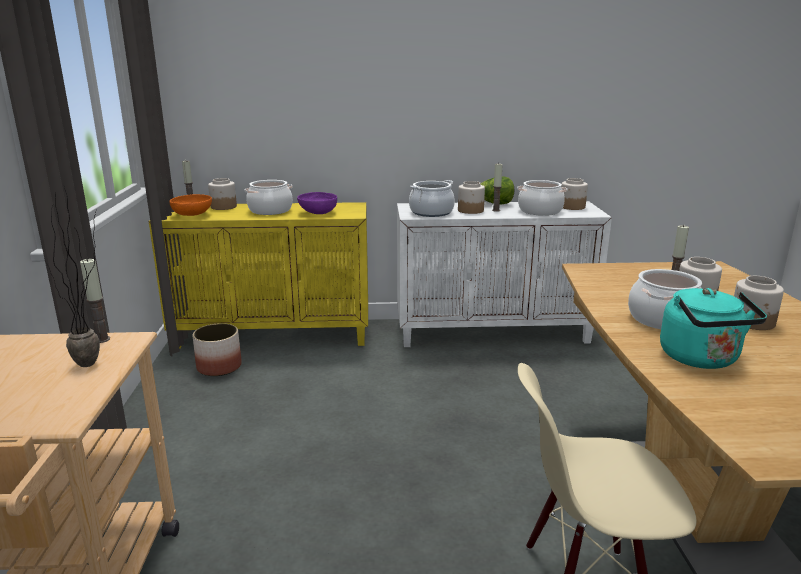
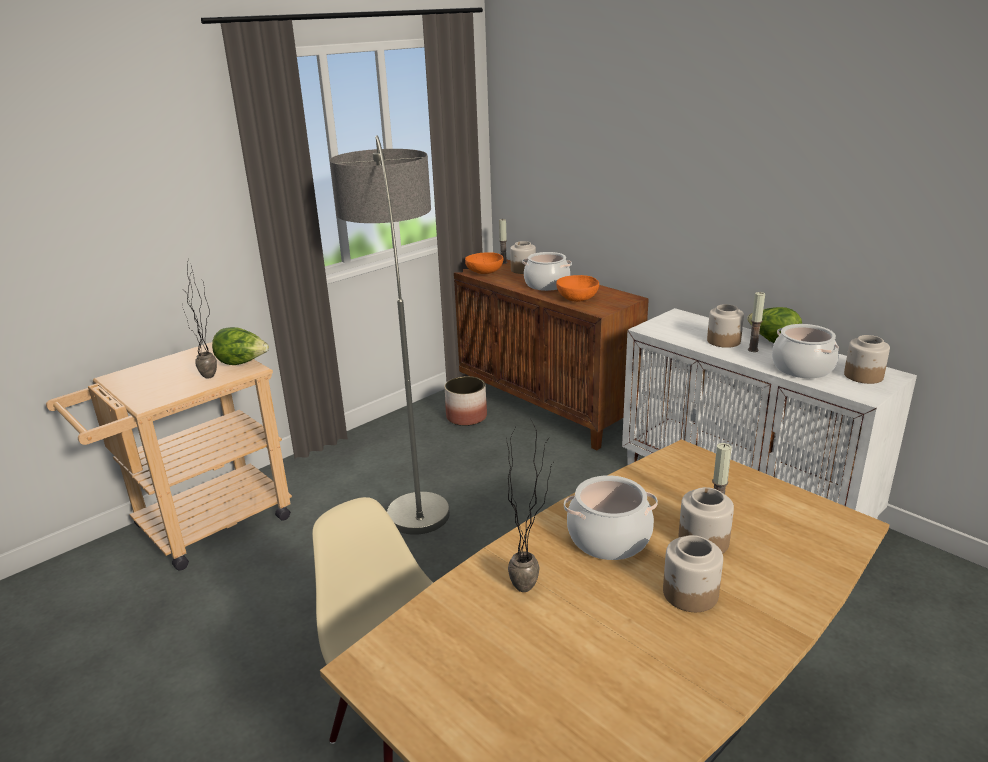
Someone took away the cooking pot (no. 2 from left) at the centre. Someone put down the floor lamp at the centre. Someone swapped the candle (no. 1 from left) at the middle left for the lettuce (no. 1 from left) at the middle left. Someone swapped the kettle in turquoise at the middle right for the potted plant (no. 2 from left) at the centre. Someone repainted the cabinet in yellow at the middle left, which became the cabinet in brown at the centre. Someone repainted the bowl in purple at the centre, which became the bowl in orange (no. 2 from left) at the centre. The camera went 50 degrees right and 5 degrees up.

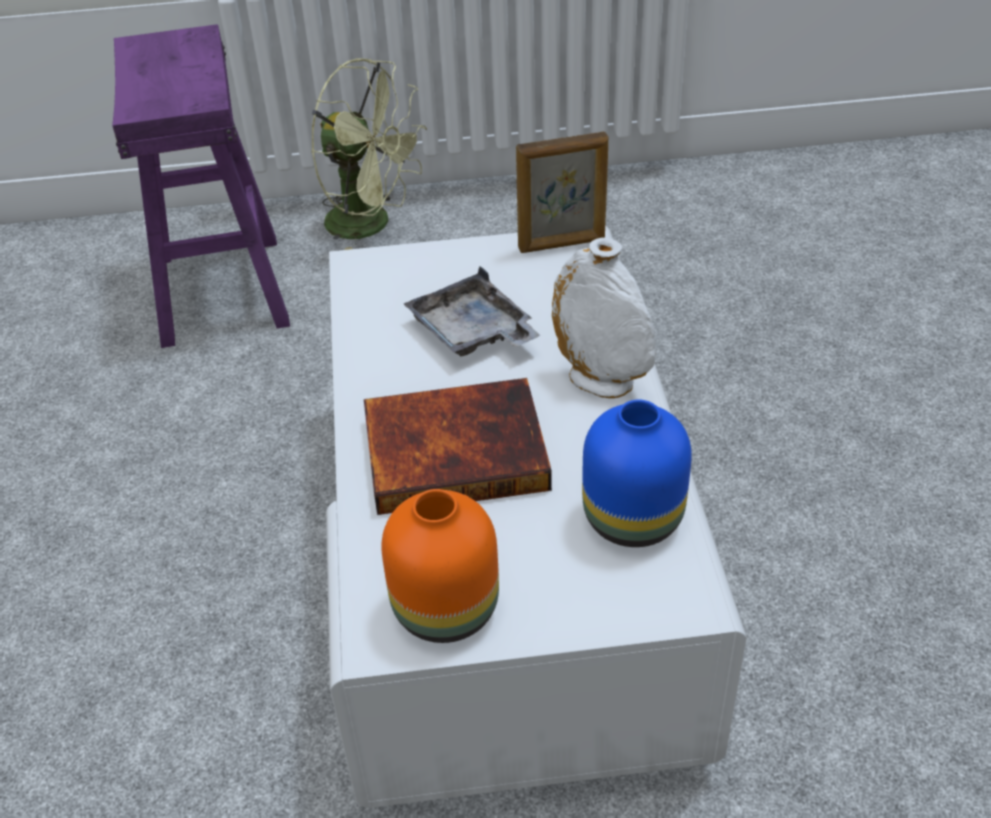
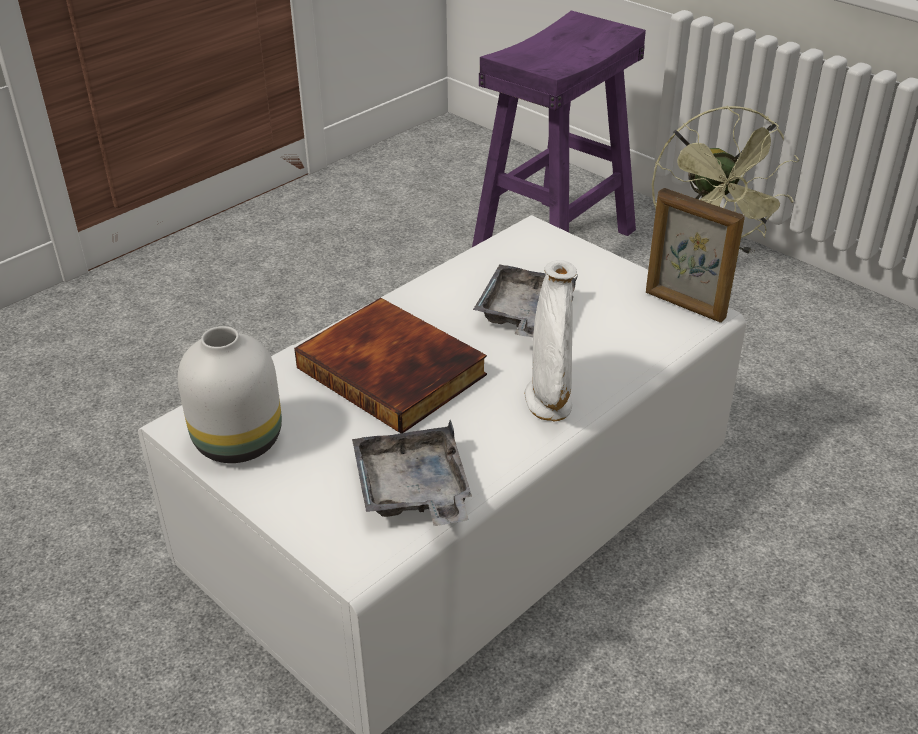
Someone swapped the vase in blue at the centre for the tray in grey (no. 1 from left) at the centre. Someone repainted the vase in orange at the bottom centre, which became the vase in white (no. 1 from left) at the middle left. The camera went 50 degrees right and 5 degrees down.

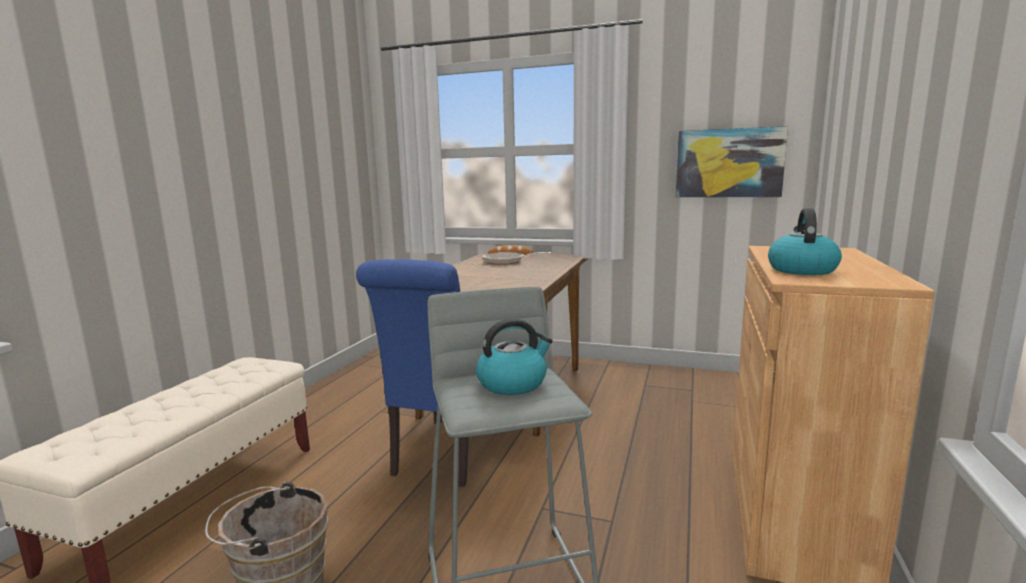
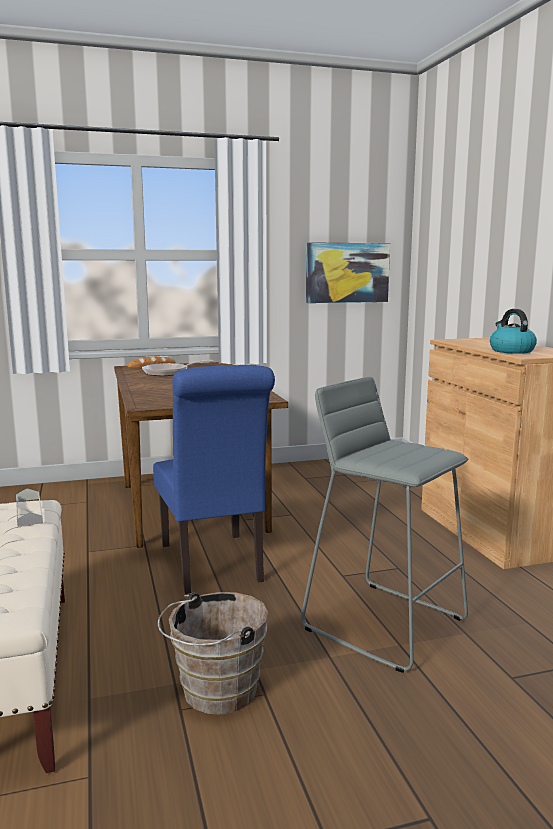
Someone took away the kettle (no. 1 from left) at the centre. Someone put down the tray in grey at the middle left. The camera went 35 degrees left and 0 degrees up.

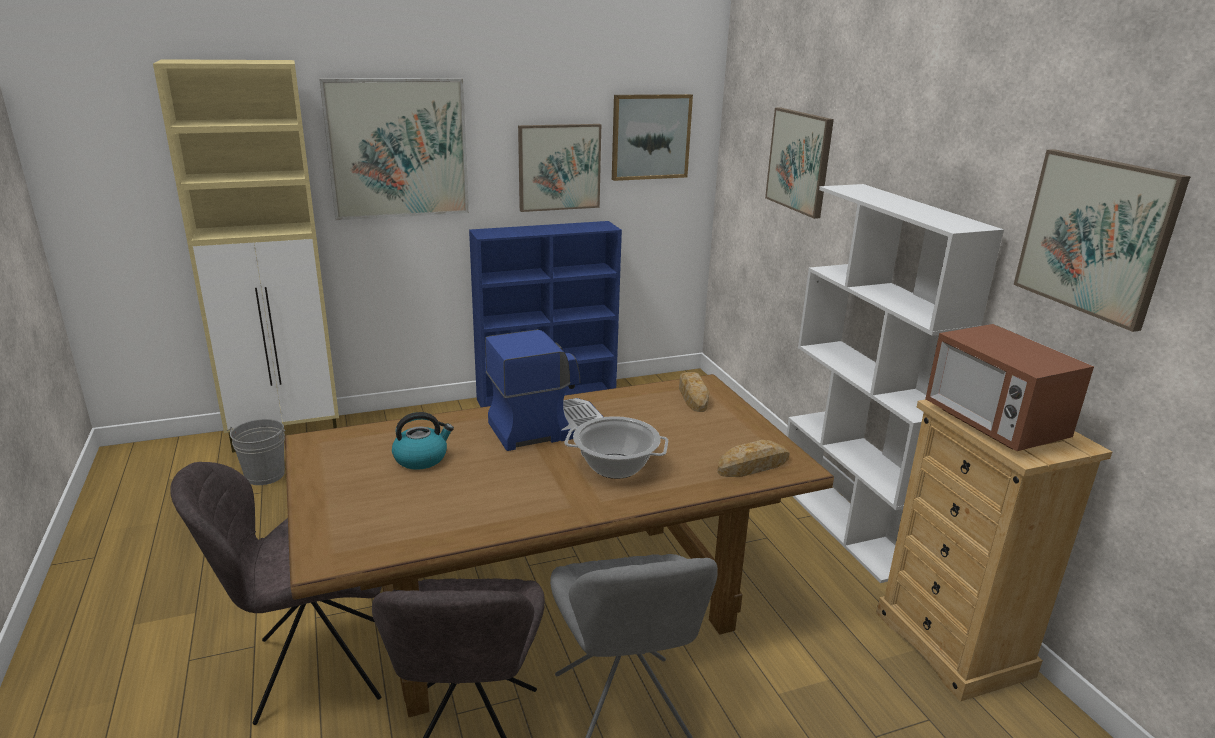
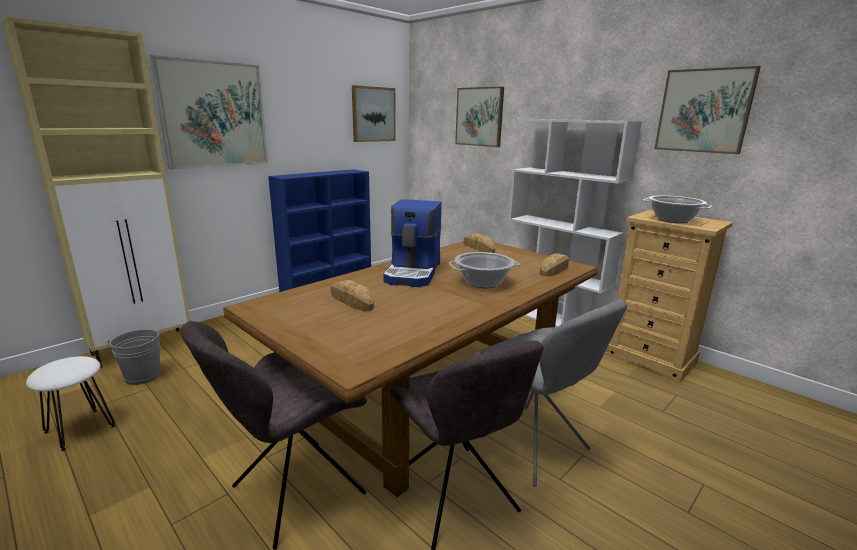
Someone took away the picture (no. 2 from left) at the top centre. Someone put down the stool in white at the bottom left. Someone swapped the kettle at the centre for the bread (no. 1 from left) at the centre. Someone swapped the microwave at the middle right for the cooking pot (no. 2 from left) at the middle right. Someone rotated the coffee machine at the centre by 150 degrees clockwise. The camera went 25 degrees left and 5 degrees down.

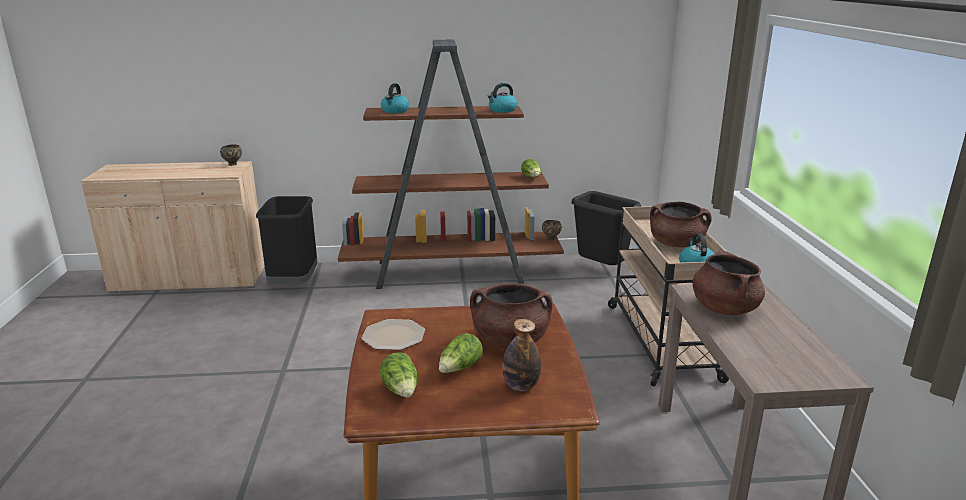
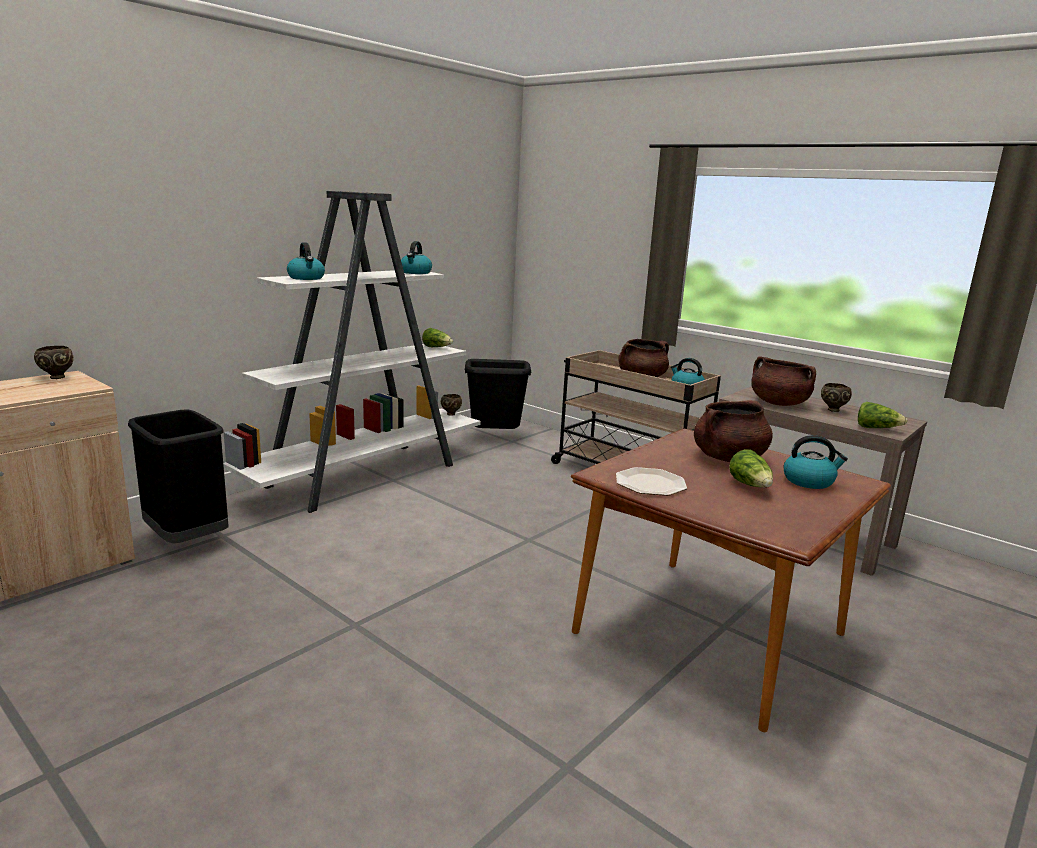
Someone put down the bowl in brown (no. 3 from left) at the middle right. Someone carried the lettuce (no. 1 from left in the first image) from the bottom centre to the middle right. Someone swapped the bottle at the bottom centre for the kettle (no. 4 from left) at the middle right. Someone repainted the bookcase in brown at the top centre, which became the bookcase in white at the centre. The camera went 45 degrees left and 5 degrees down.

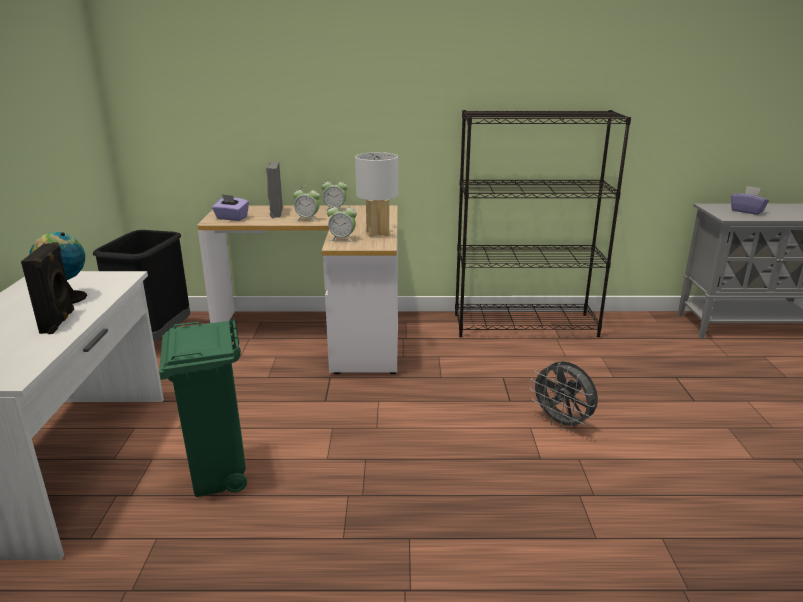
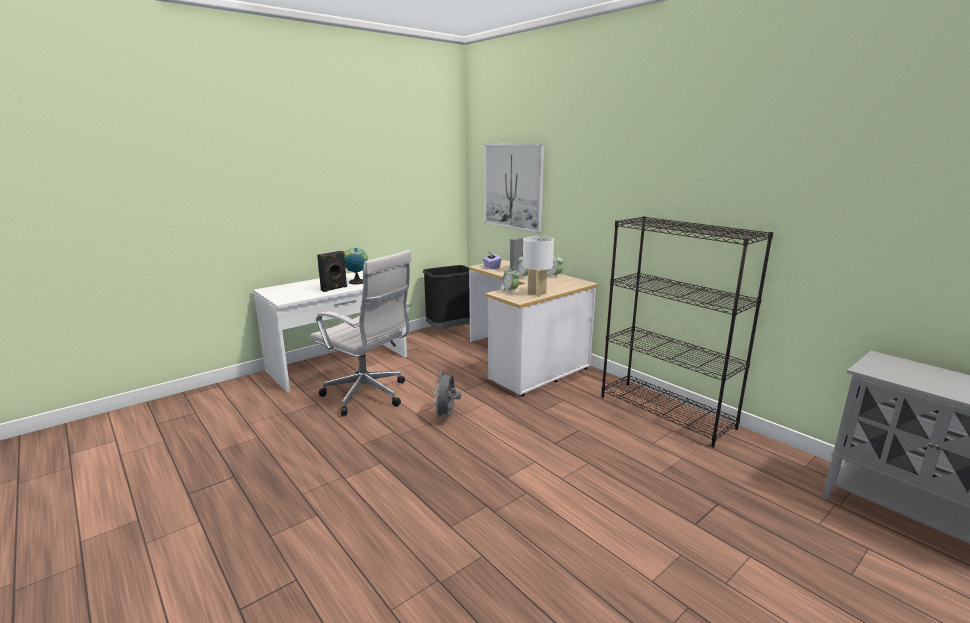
Someone took away the tissue box in purple (no. 2 from left) at the top right. Someone put up the picture at the top centre. Someone carried the fan in grey from the middle right to the centre. Someone swapped the trash can in green at the bottom left for the office chair in white at the centre. The camera went 50 degrees right and 5 degrees down.

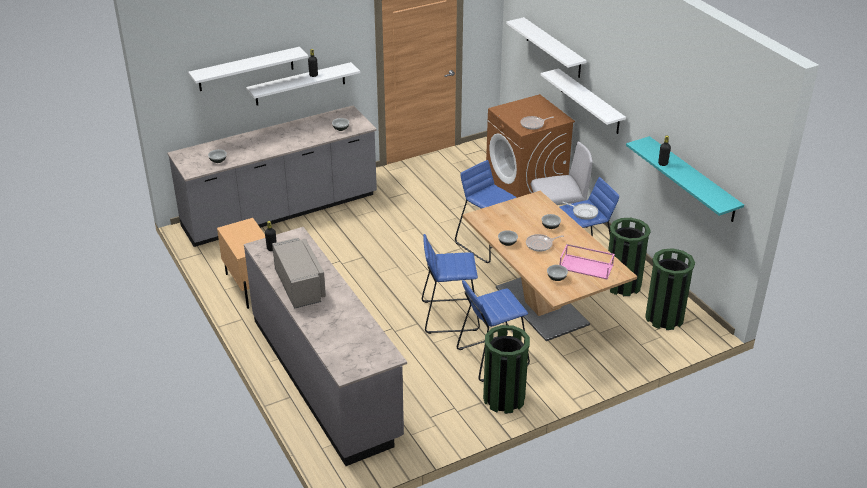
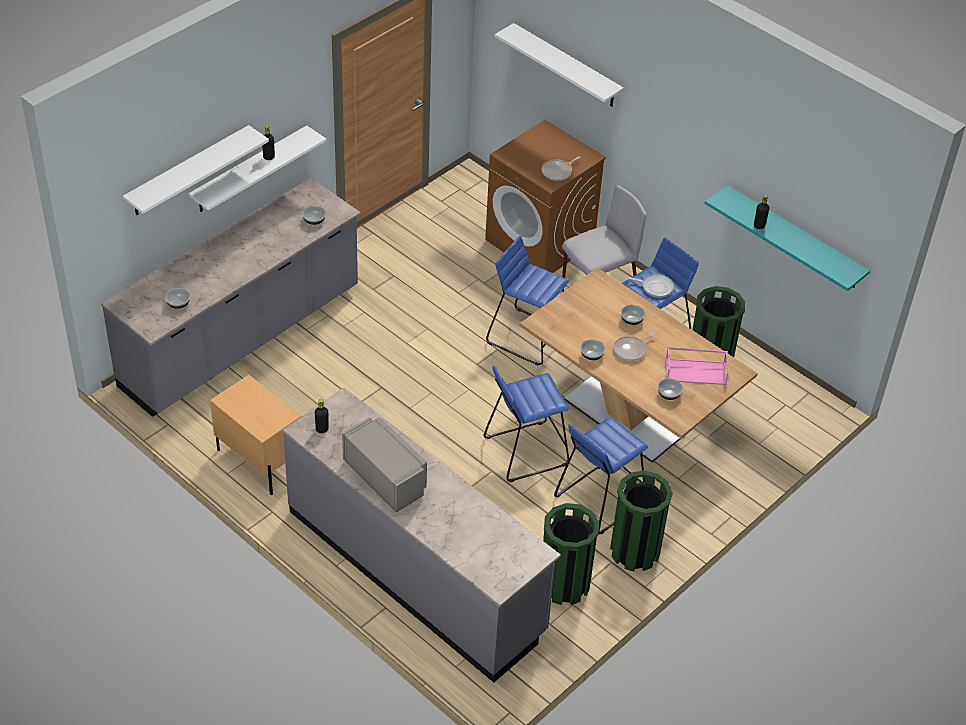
Someone took away the shelf in white (no. 4 from left) at the top right. Someone carried the trash can in green (no. 3 from left in the first image) from the middle right to the bottom centre. The camera went 20 degrees left and 10 degrees up.

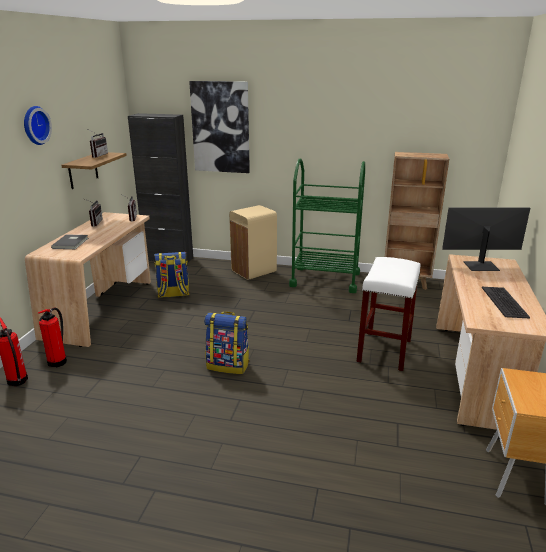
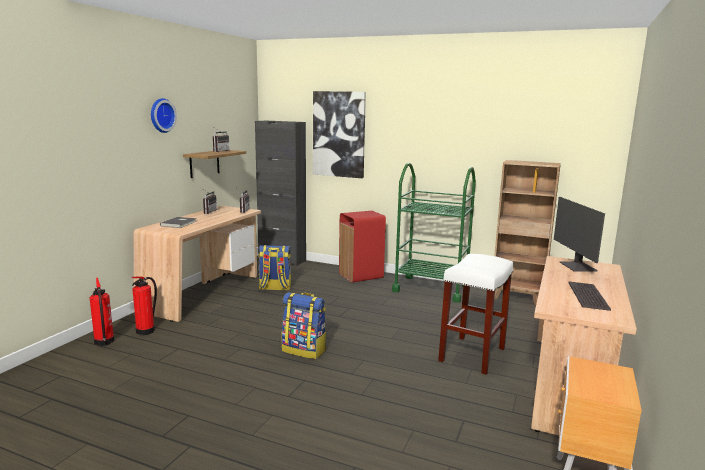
Someone repainted the trash can in beige at the centre, which became the trash can in red at the centre. Someone rotated the monitor at the middle right by 105 degrees counterclockwise. The camera went 10 degrees right and 10 degrees down.

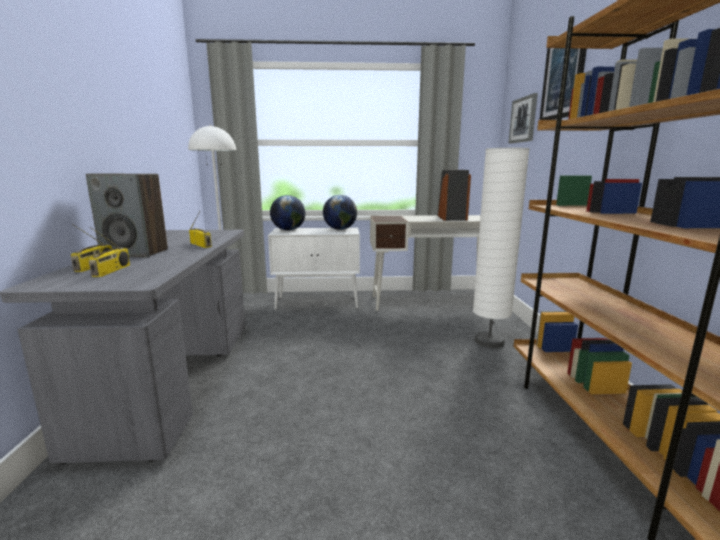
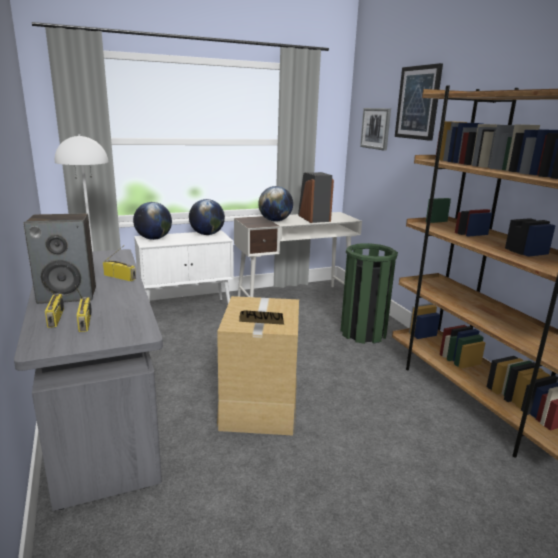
Someone put down the cardboard box at the centre. Someone put down the globe (no. 3 from left) at the centre. Someone swapped the floor lamp in white (no. 2 from left) at the middle right for the trash can in green at the centre. The camera went 20 degrees left and 5 degrees up.

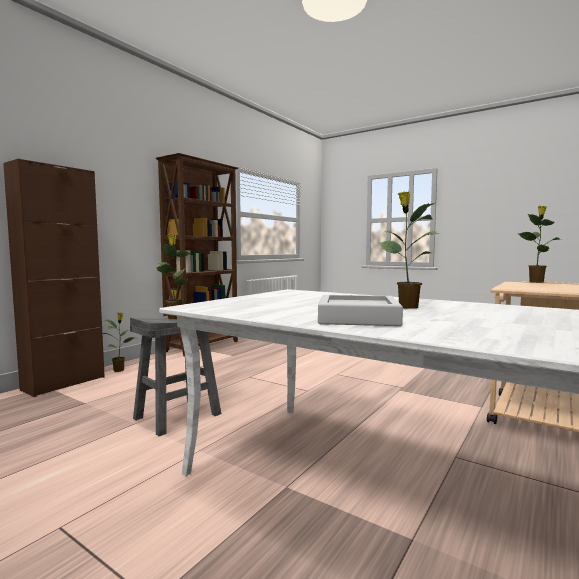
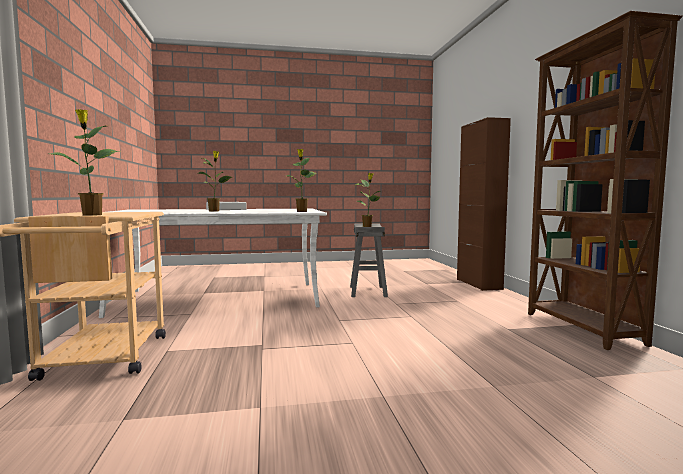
Someone carried the potted plant (no. 1 from left in the first image) from the middle left to the centre. The camera went 135 degrees right and 0 degrees up.

